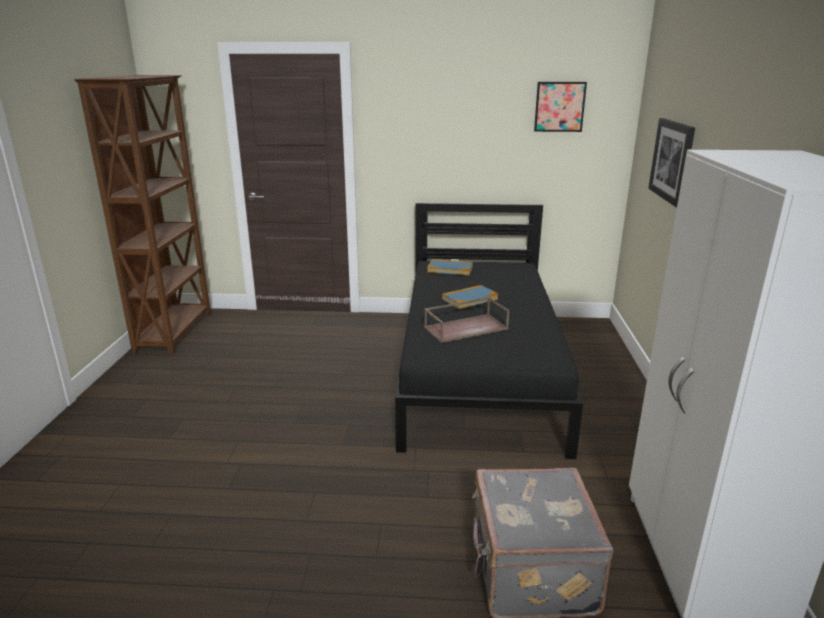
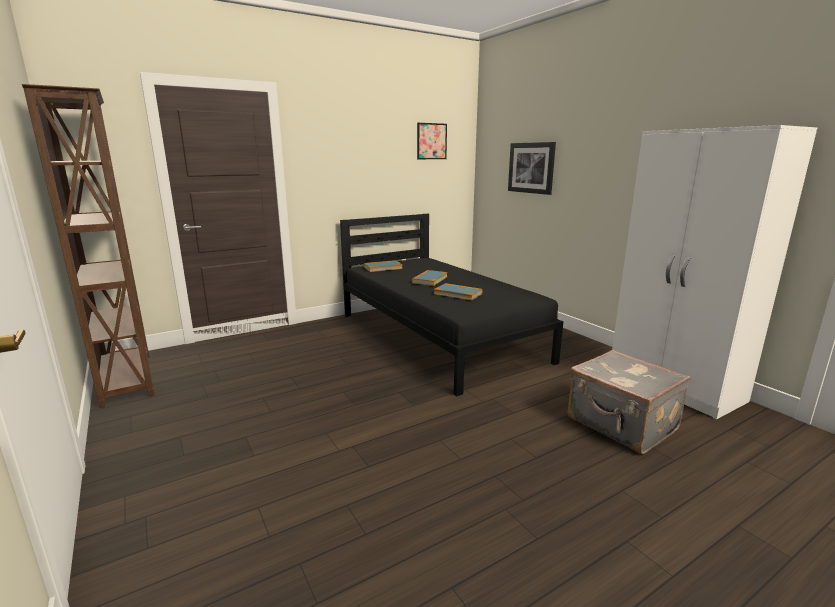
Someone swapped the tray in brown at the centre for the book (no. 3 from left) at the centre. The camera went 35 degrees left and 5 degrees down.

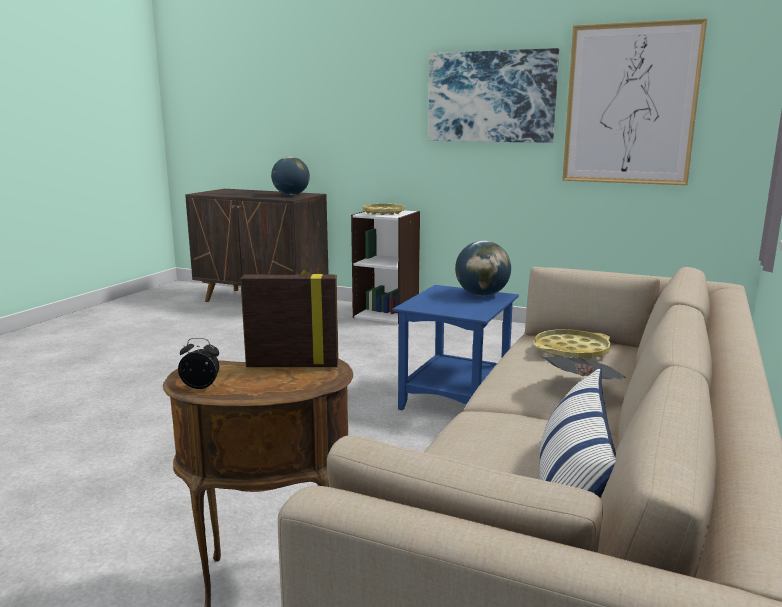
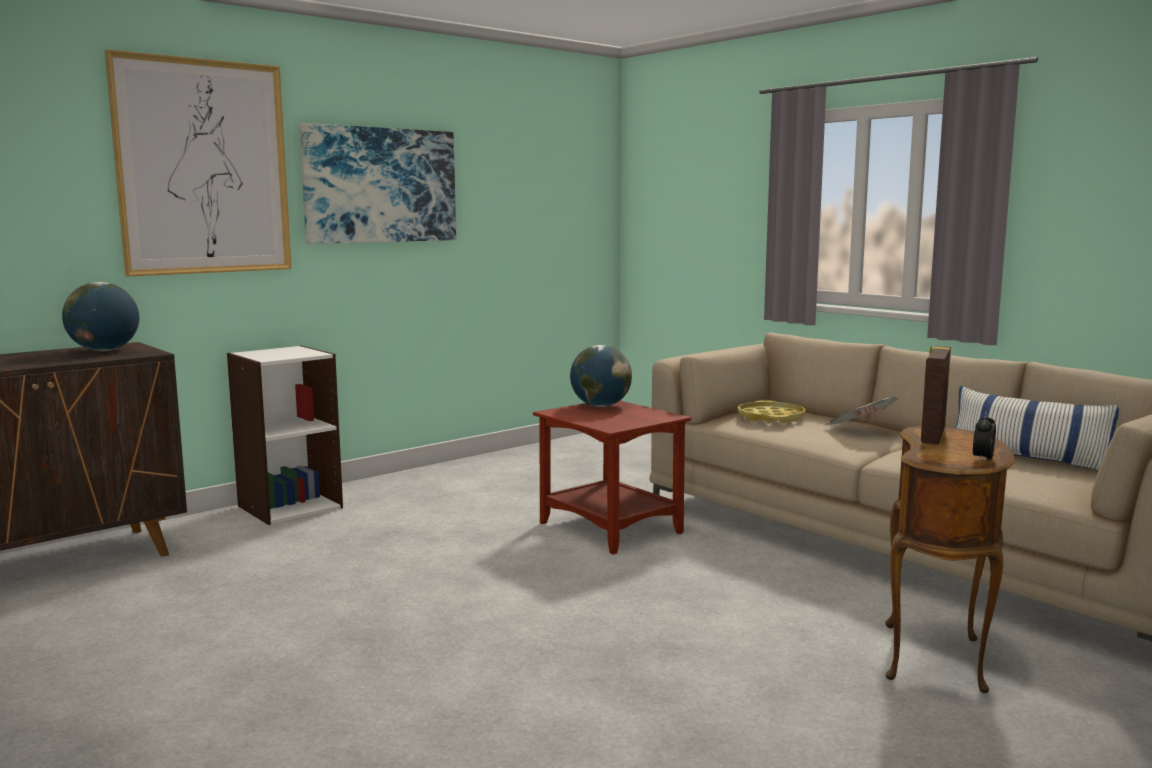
Someone took away the tray in yellow (no. 1 from left) at the centre. Someone carried the picture (no. 2 from left in the first image) from the top right to the top left. Someone repainted the side table in blue at the centre, which became the side table in brown (no. 1 from left) at the centre. The camera went 65 degrees left and 5 degrees down.

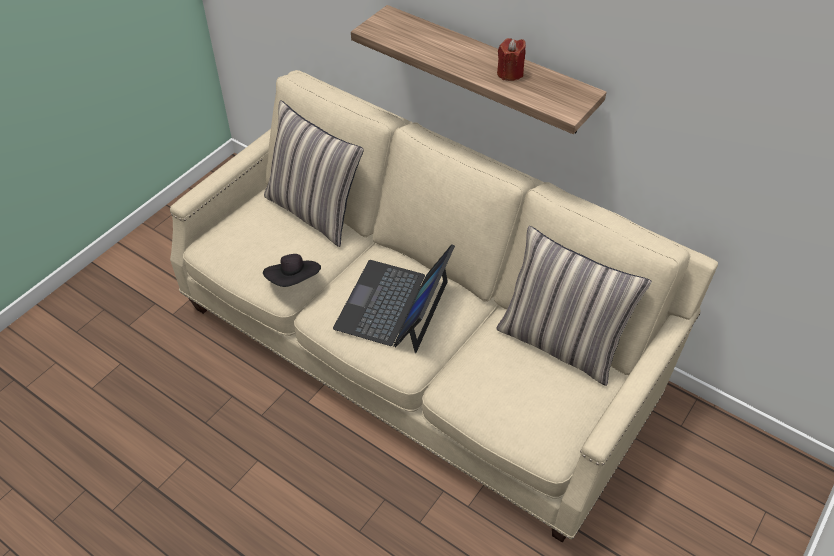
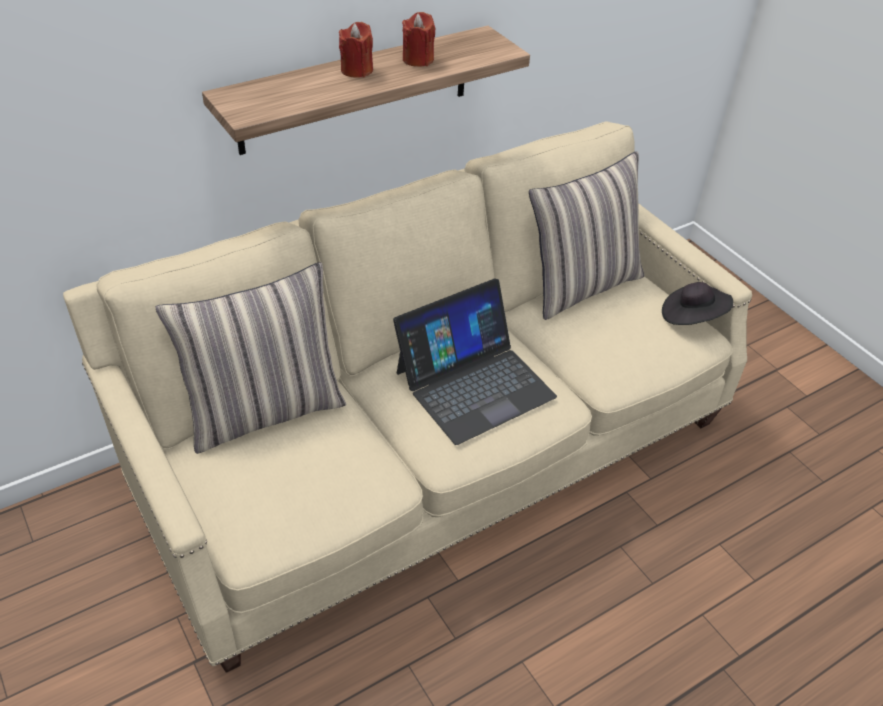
Someone put down the candle in red (no. 1 from left) at the top centre. Someone carried the hat in black from the centre to the middle right. Someone rotated the laptop at the centre by 75 degrees counterclockwise. The camera went 70 degrees left and 5 degrees down.

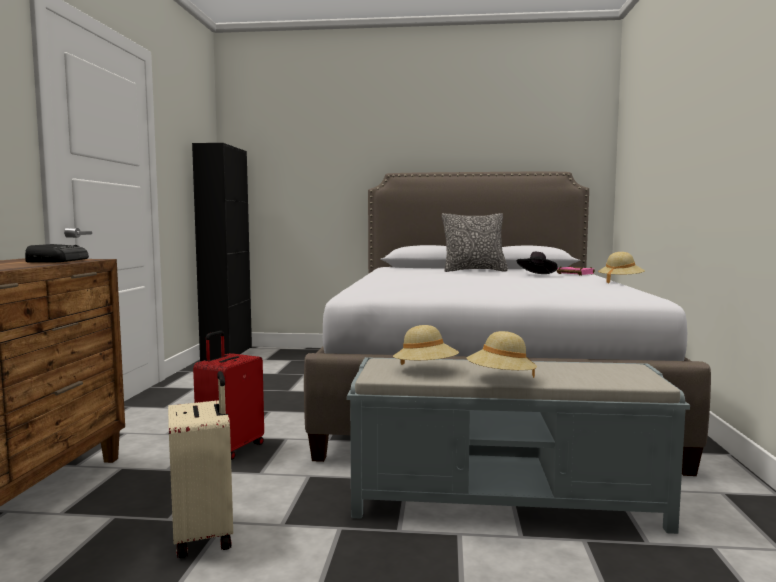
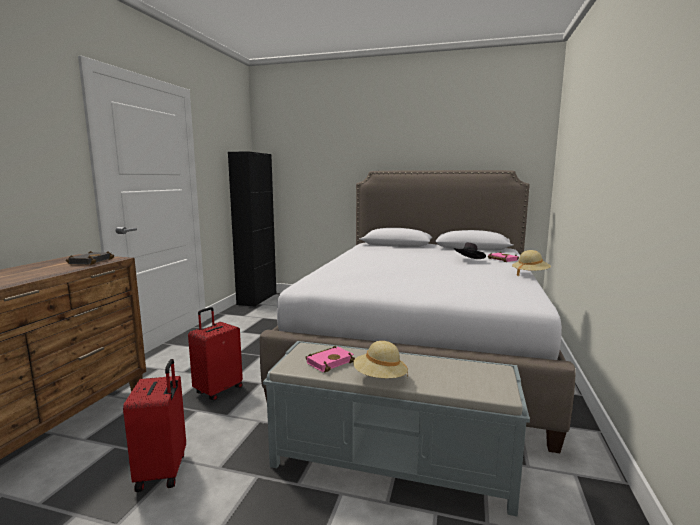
Someone took away the pillow at the centre. Someone swapped the radio at the middle left for the book in black at the middle left. Someone swapped the hat in beige (no. 1 from left) at the centre for the book in pink (no. 1 from left) at the bottom centre. Someone repainted the suitcase in beige at the bottom left, which became the suitcase in red (no. 1 from left) at the bottom left. The camera went 10 degrees right and 5 degrees up.

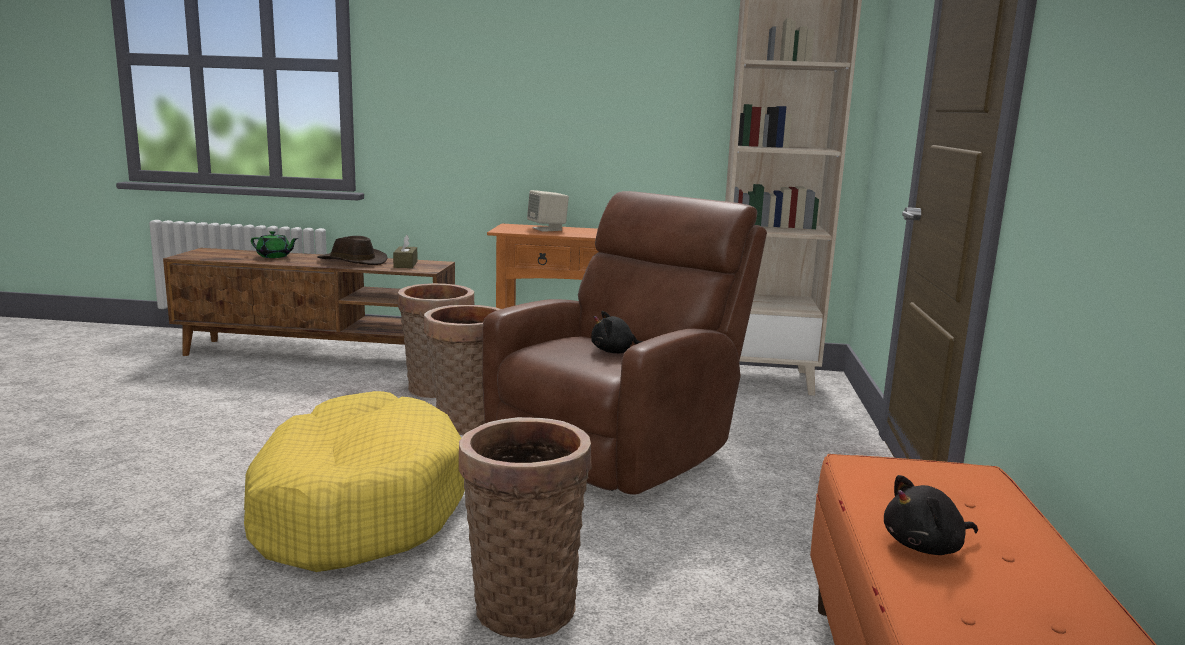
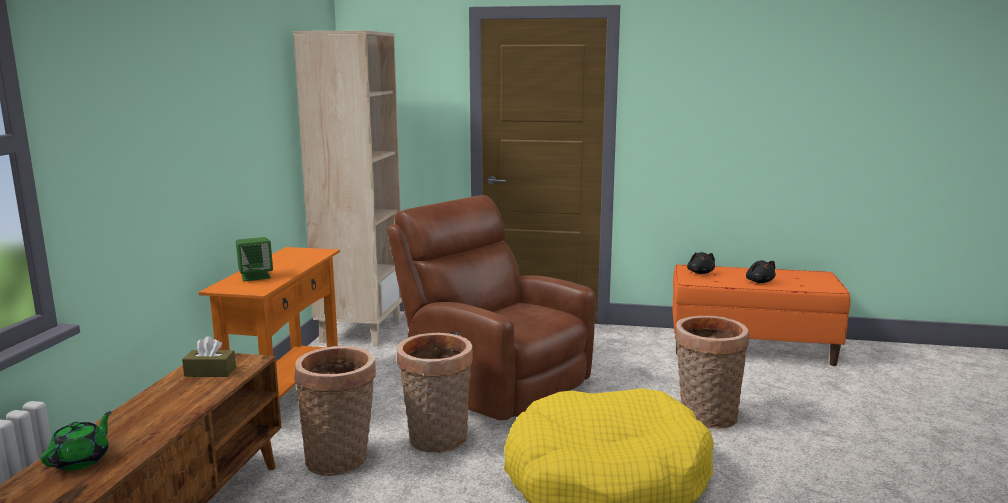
Someone took away the hat in brown at the middle left. Someone carried the plush toy in black (no. 1 from left) from the centre to the middle right. Someone repainted the speaker in beige at the top centre, which became the speaker in green at the middle left. The camera went 85 degrees left and 0 degrees up.

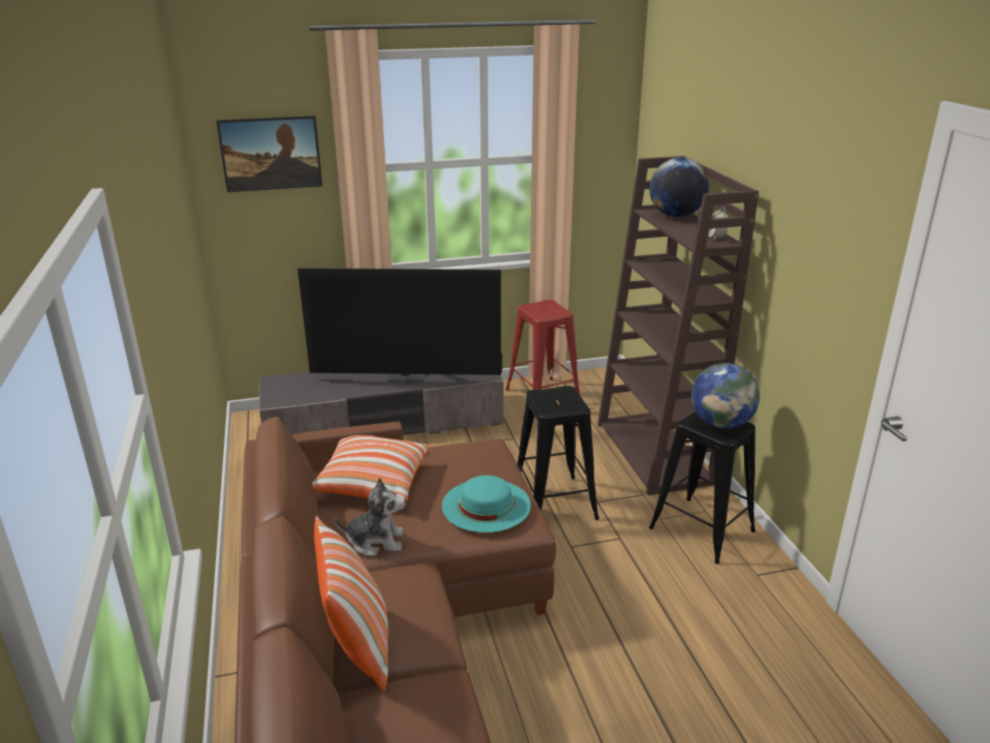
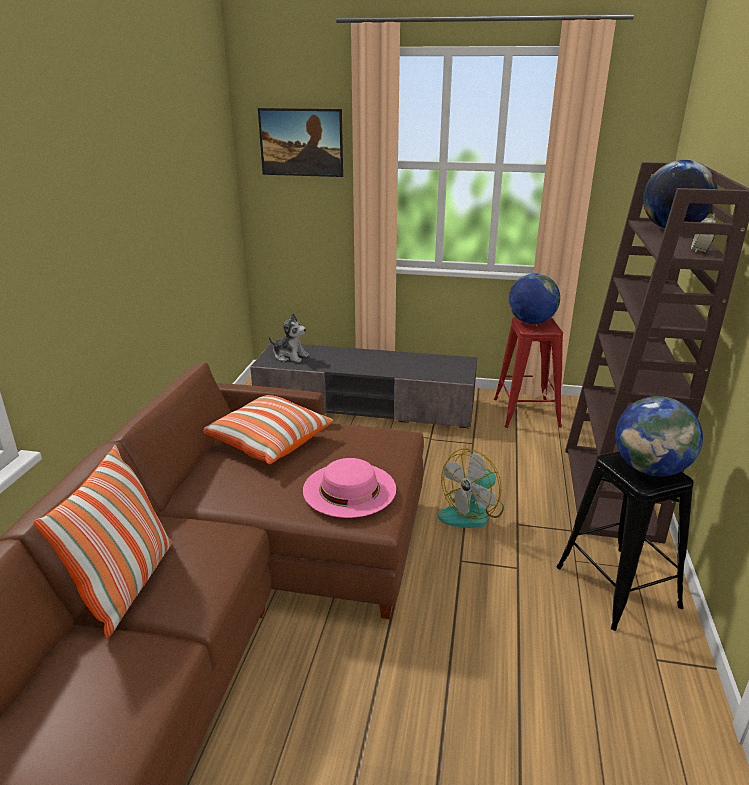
Someone took away the television at the centre. Someone put down the globe (no. 1 from left) at the middle right. Someone carried the plush toy from the bottom centre to the centre. Someone swapped the stool in black (no. 1 from left) at the centre for the fan at the centre. Someone repainted the hat in turquoise at the bottom centre, which became the hat in pink at the centre. The camera went 25 degrees right and 0 degrees up.

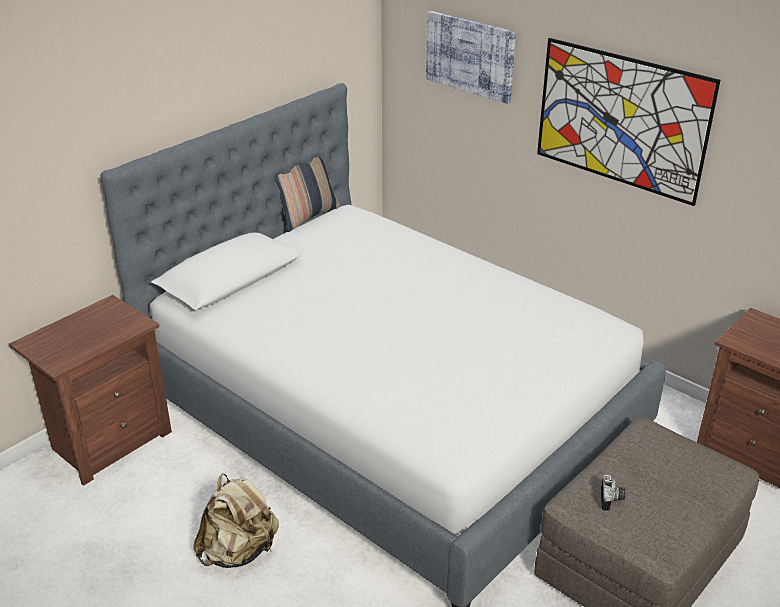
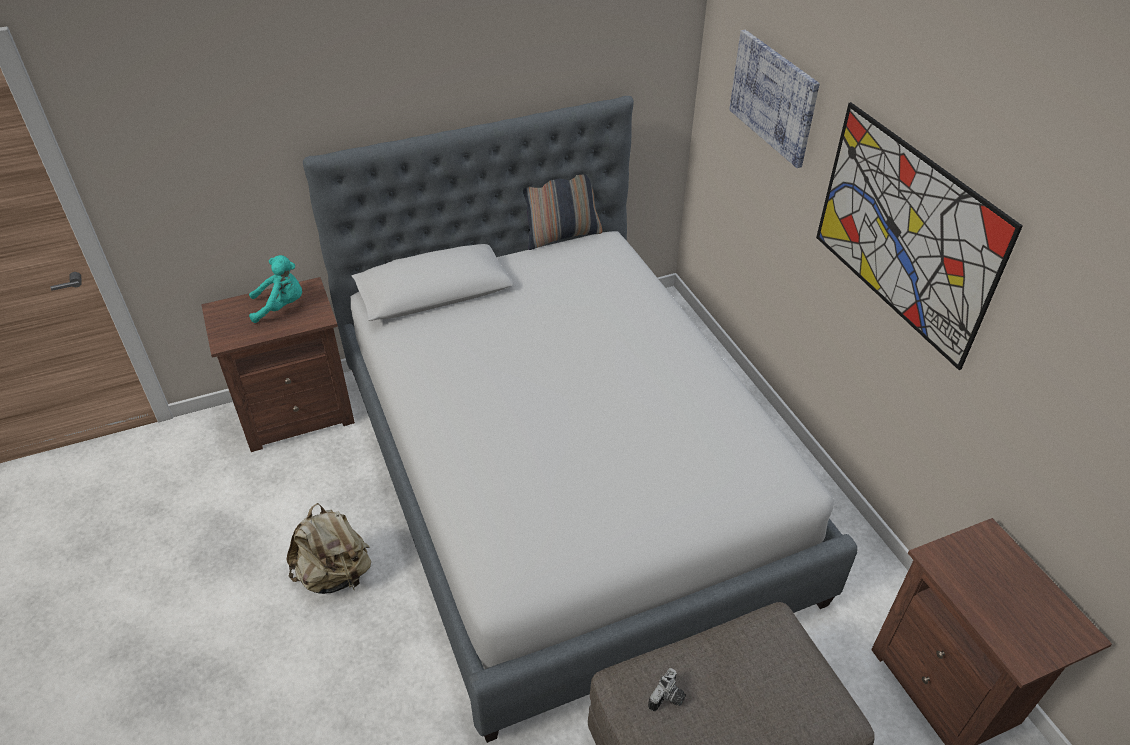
Someone put down the plush toy in turquoise at the middle left. The camera went 25 degrees right and 10 degrees up.

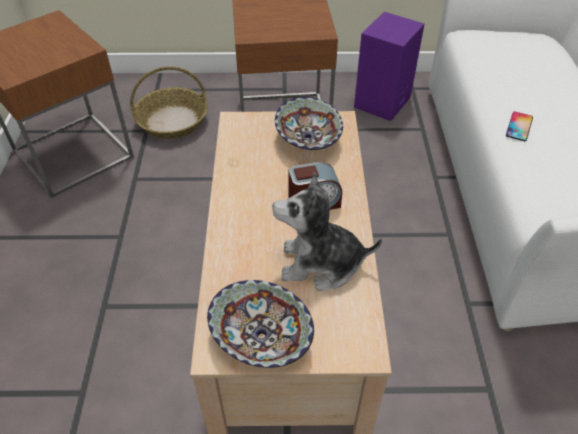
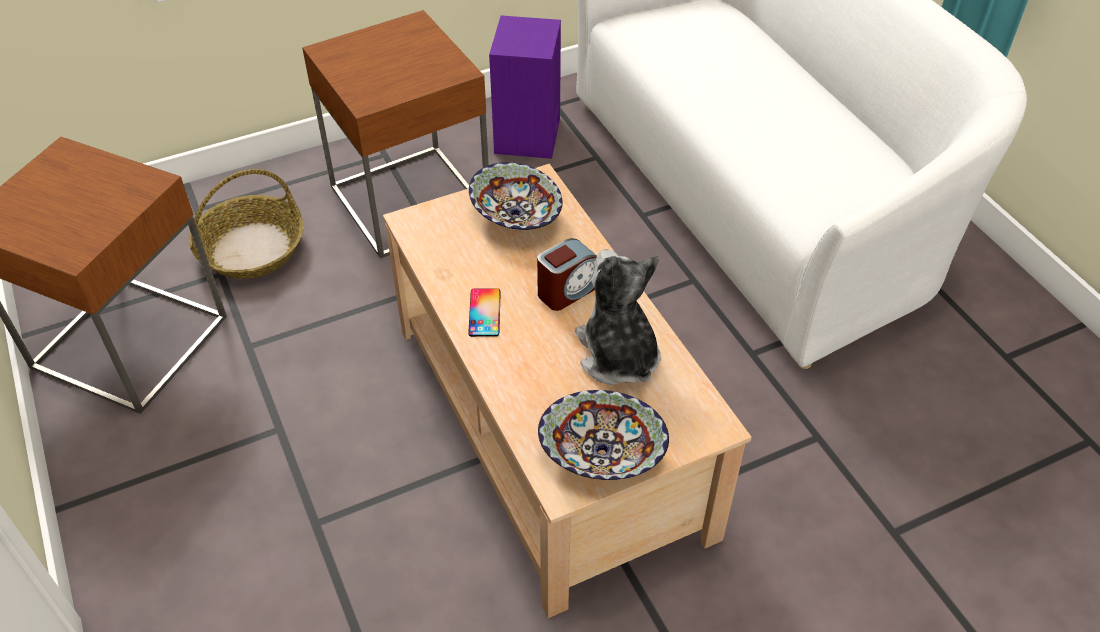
Someone carried the phone from the top right to the centre. Someone rotated the plush toy at the centre by 90 degrees clockwise. The camera went 25 degrees left and 0 degrees up.

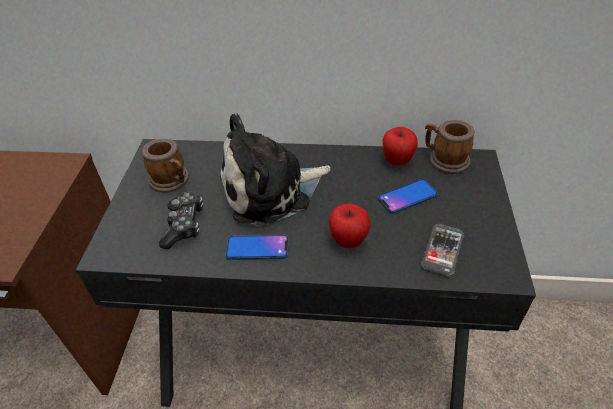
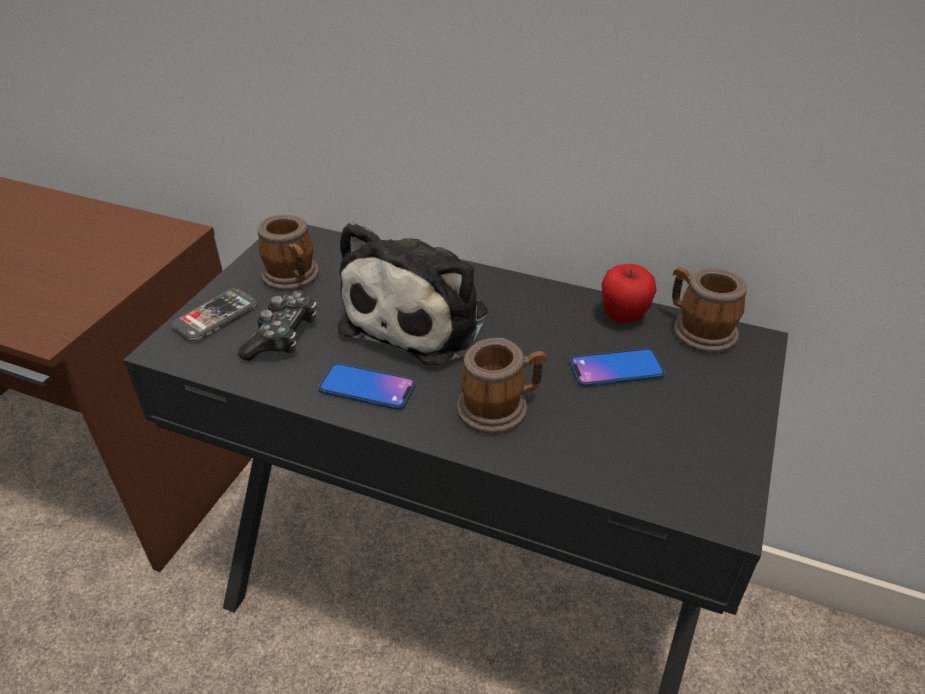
Someone carried the phone (no. 3 from left in the first image) from the middle right to the middle left. Someone swapped the apple (no. 1 from left) at the centre for the mug (no. 2 from left) at the centre. Someone rotated the plush toy at the centre by 60 degrees counterclockwise. The camera went 15 degrees right and 5 degrees down.

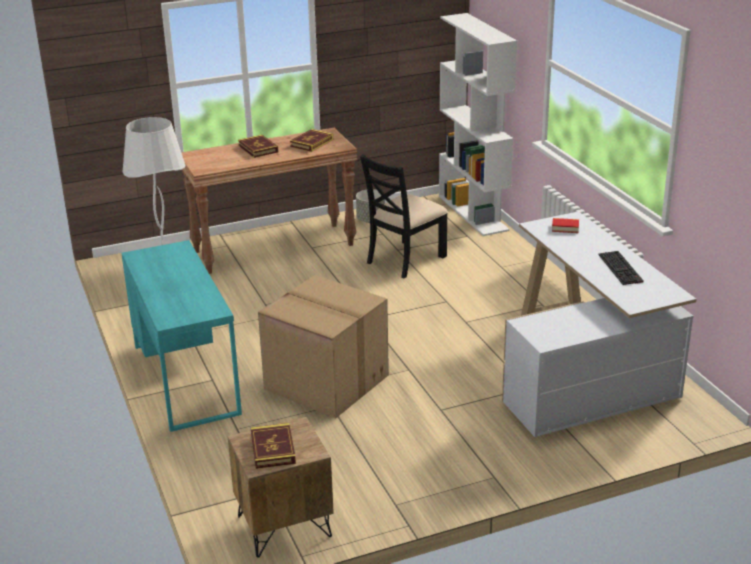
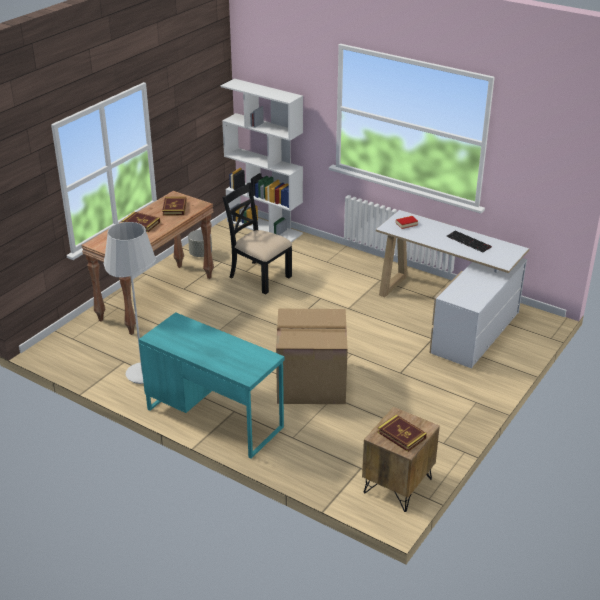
Someone rotated the chair in black at the centre by 120 degrees clockwise. The camera went 35 degrees left and 5 degrees up.

